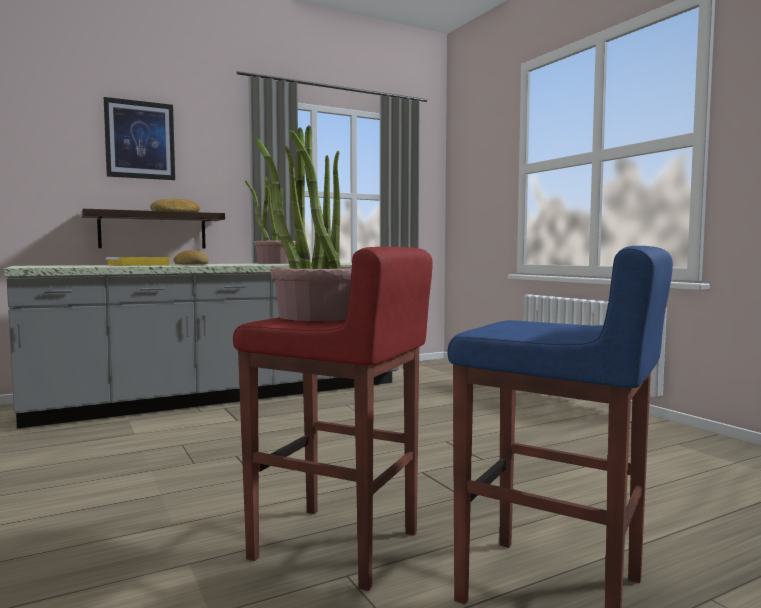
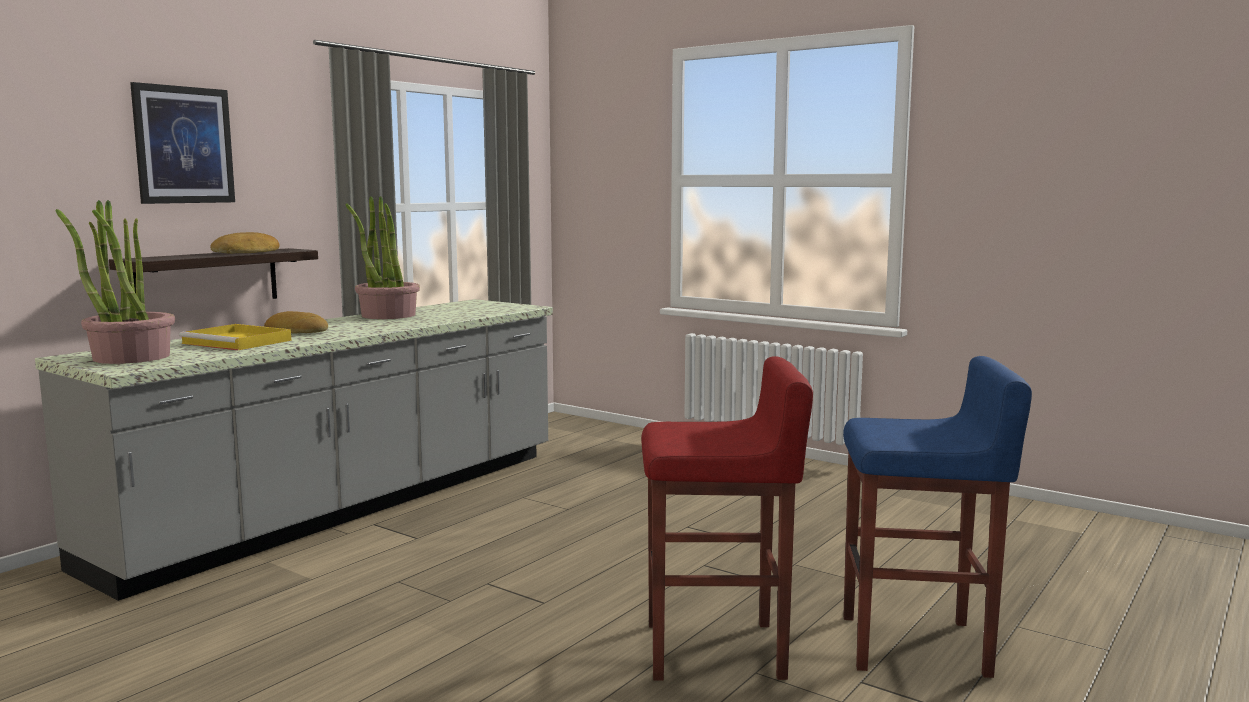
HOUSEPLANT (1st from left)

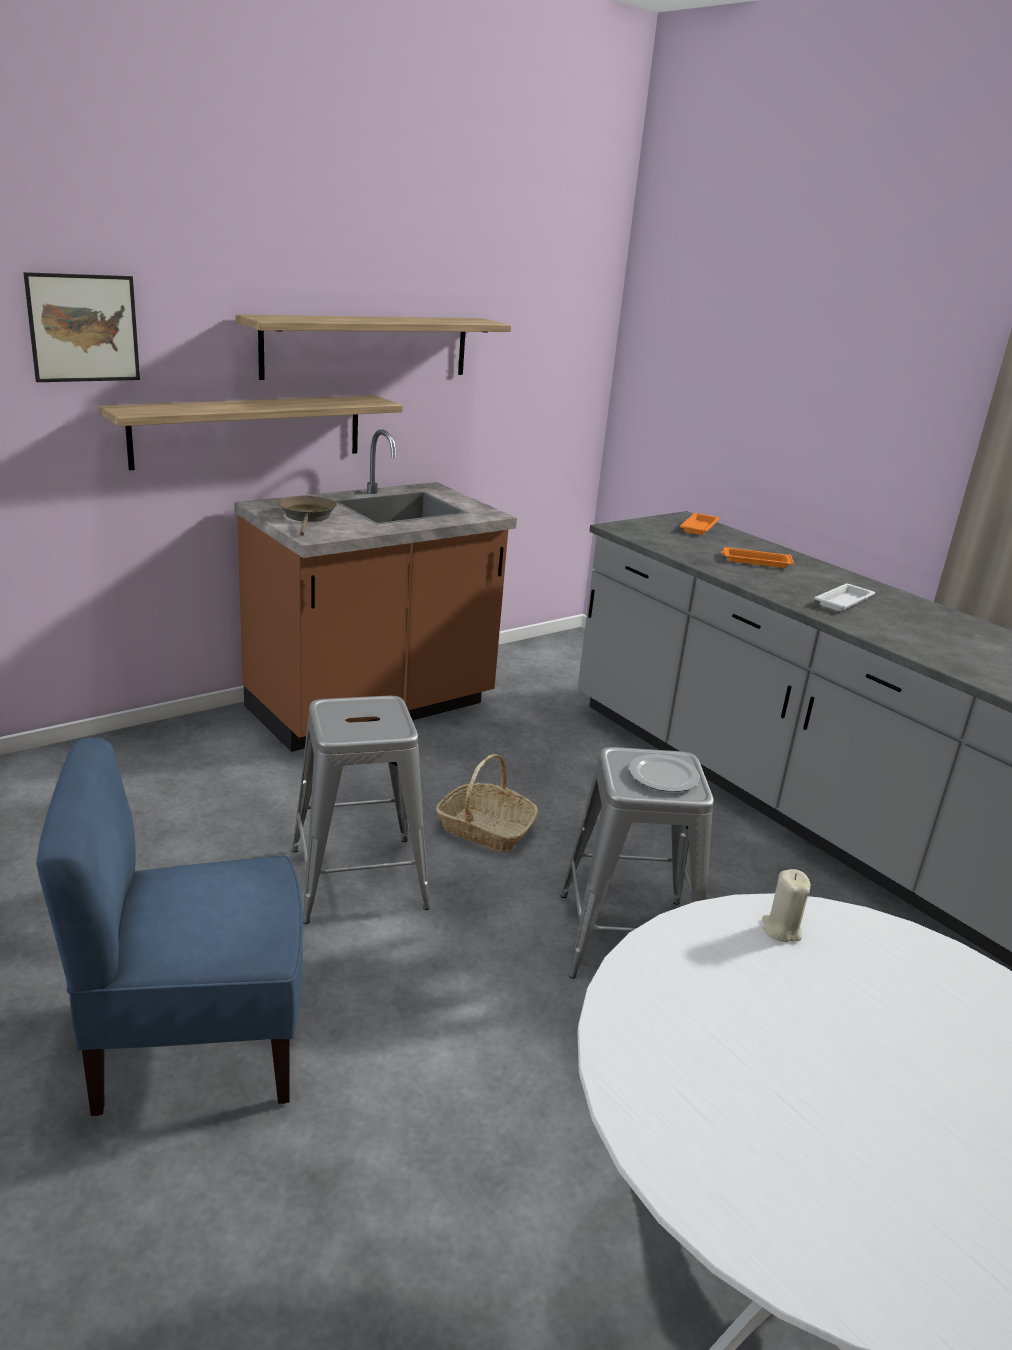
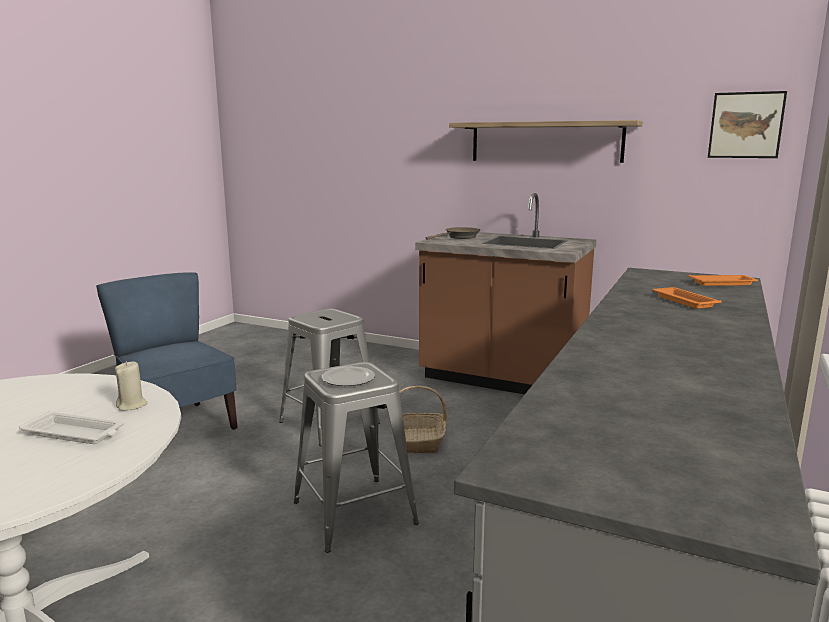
BRACKET SHELF (1st from left in the first image)
PICTURE
WHITE CARRYING TRAY

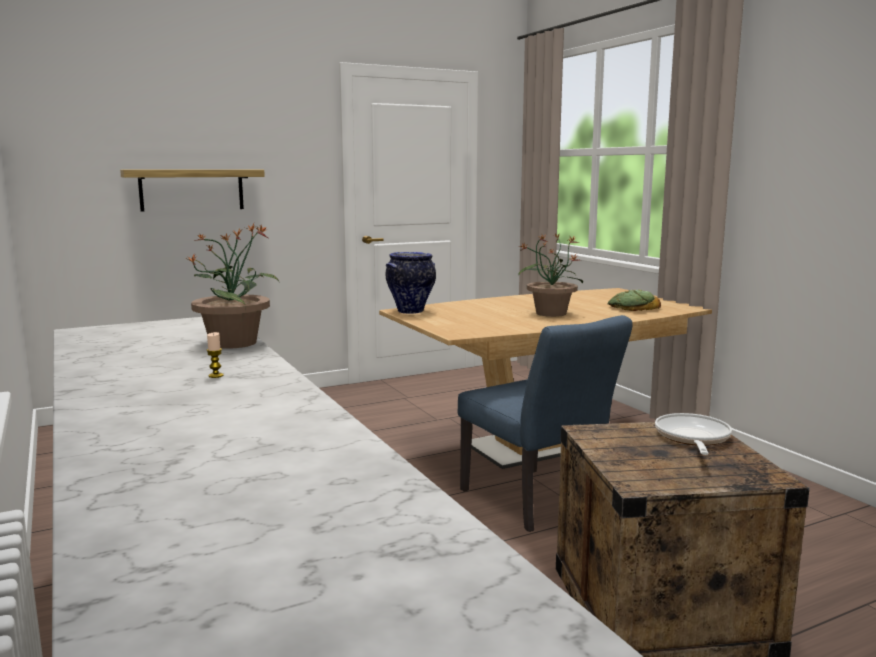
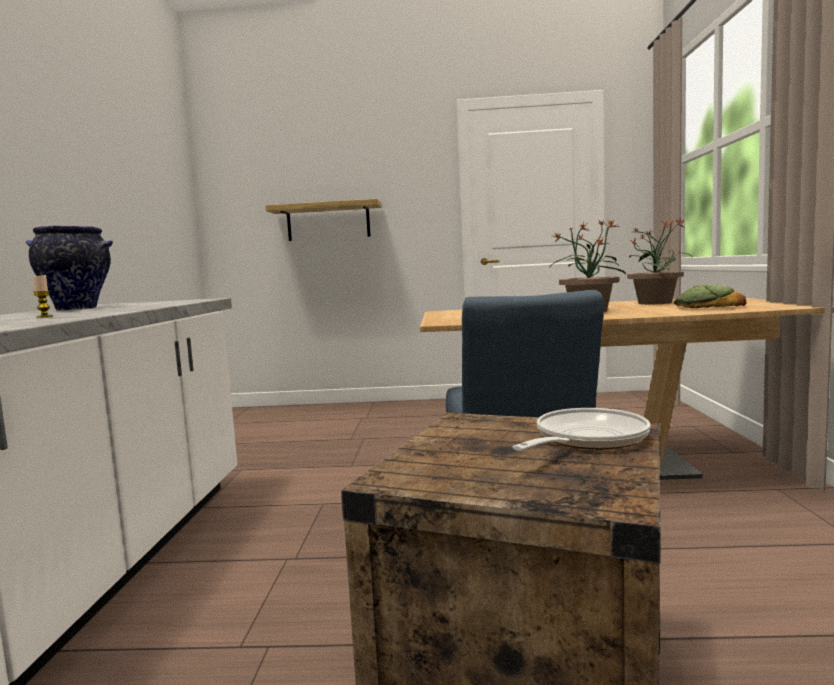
HOUSEPLANT (2nd from left)
VASE

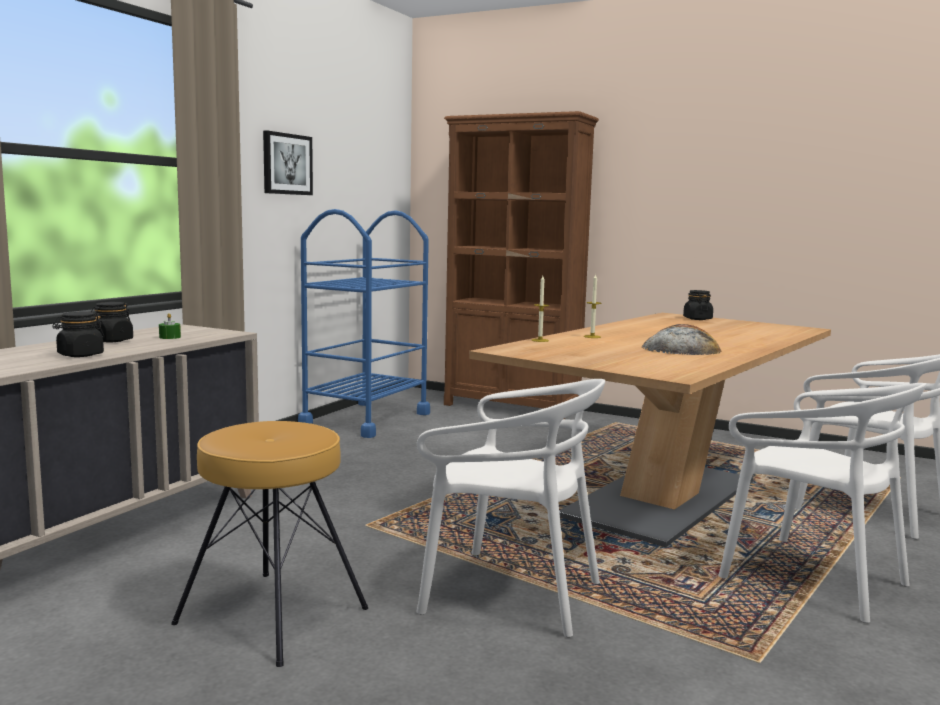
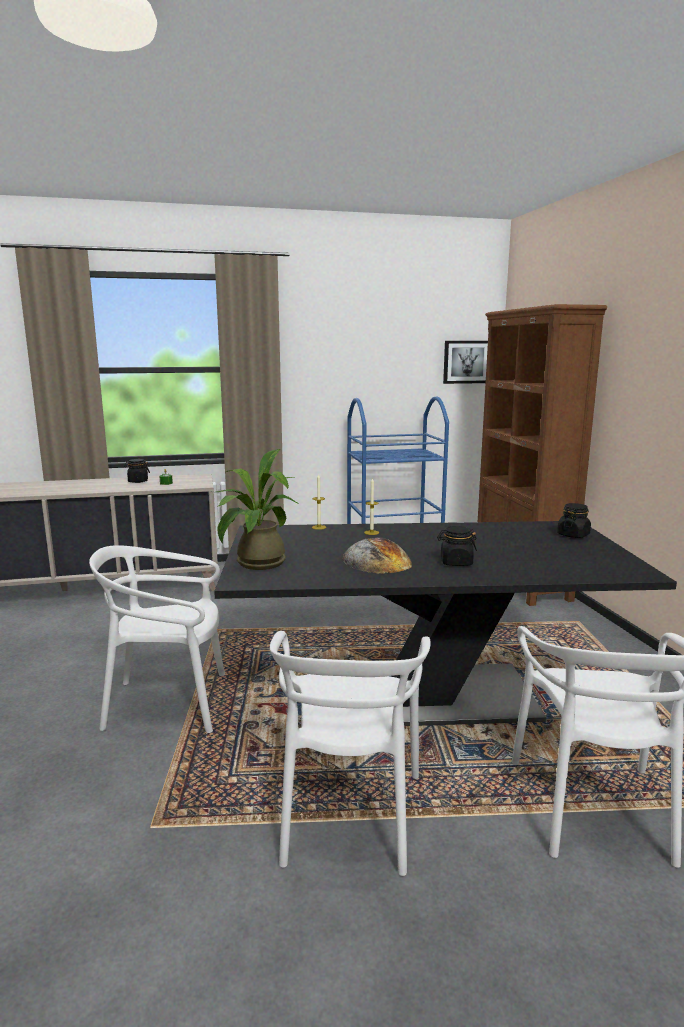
BROWN STOOL
HOUSEPLANT
BLACK JAR (2nd from left)
PICTURE
BLACK DINNER TABLE
WHITE CHAIR (1st from left)

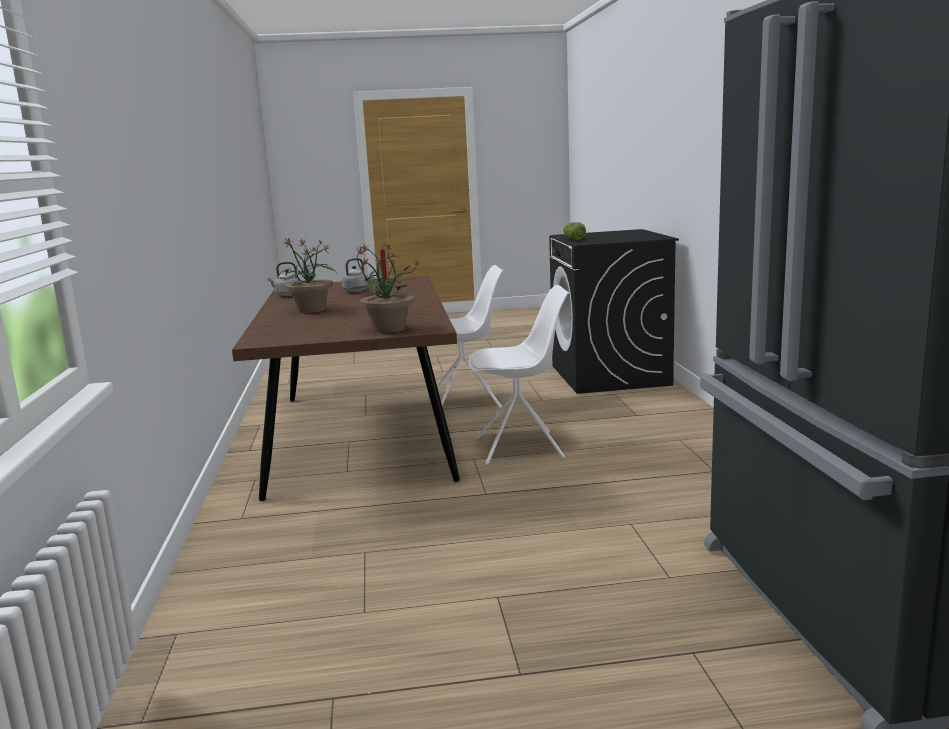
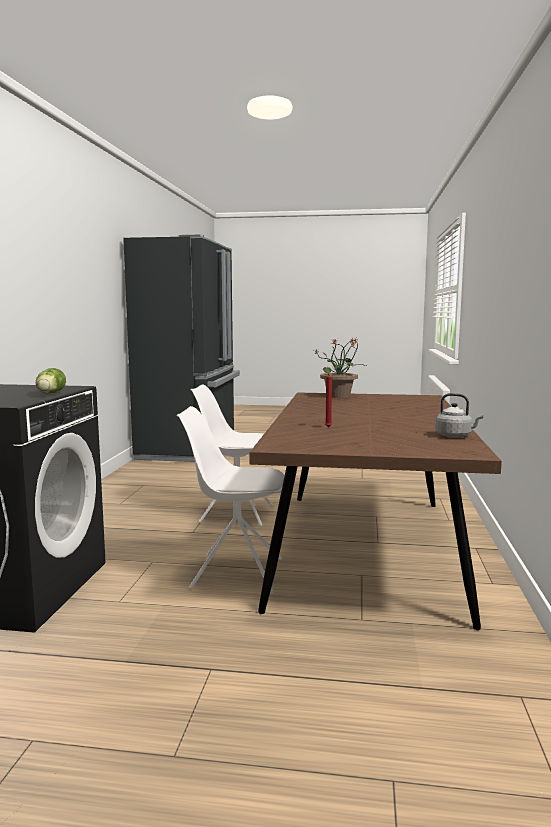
HOUSEPLANT (1st from left in the first image)
GREY KETTLE (2nd from left in the first image)

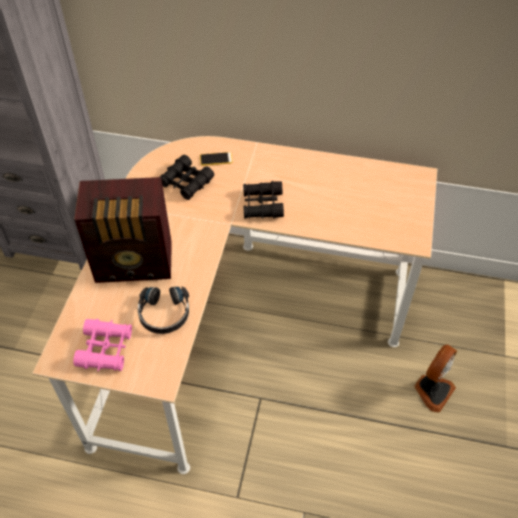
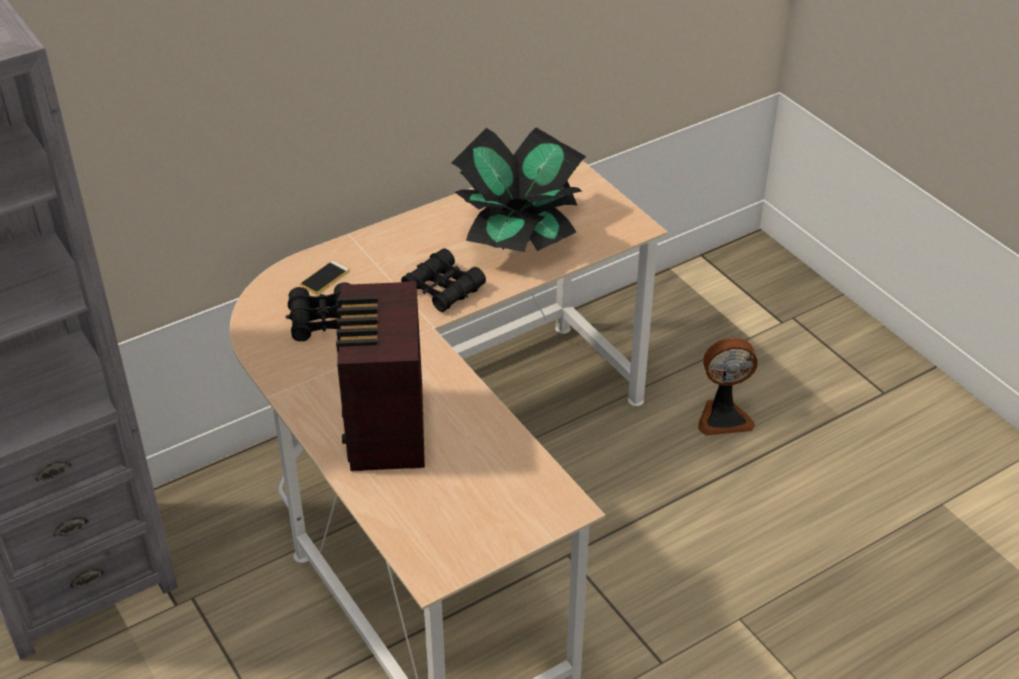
PINK BINOCULARS
BLACK HEADPHONES
HOUSEPLANT
RADIO RECEIVER
ELECTRIC FAN

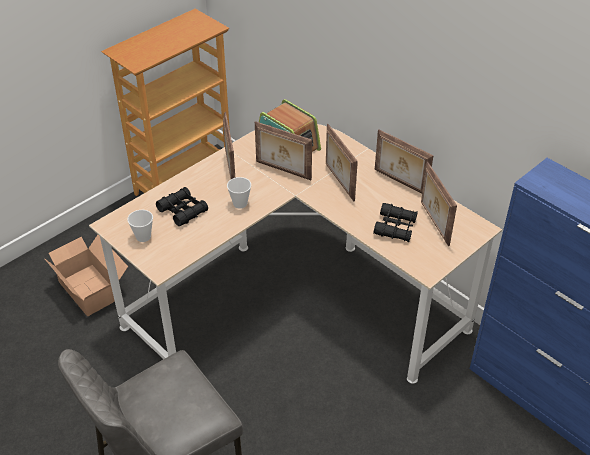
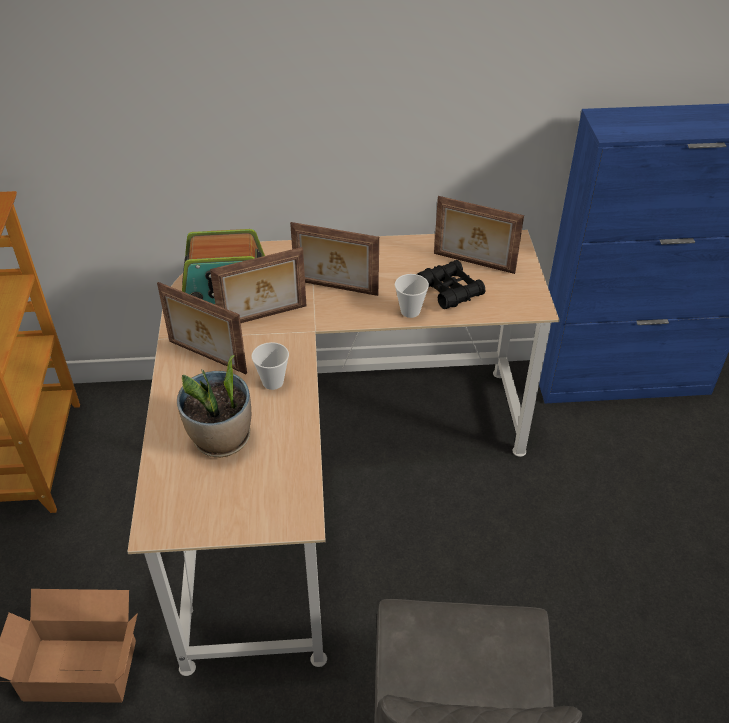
PICTURE FRAME (4th from left in the first image)
CUP (2nd from left)
HOUSEPLANT

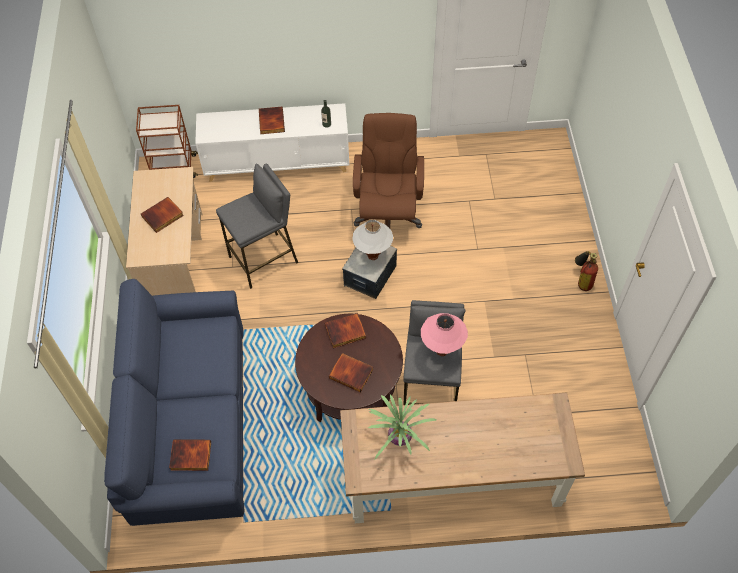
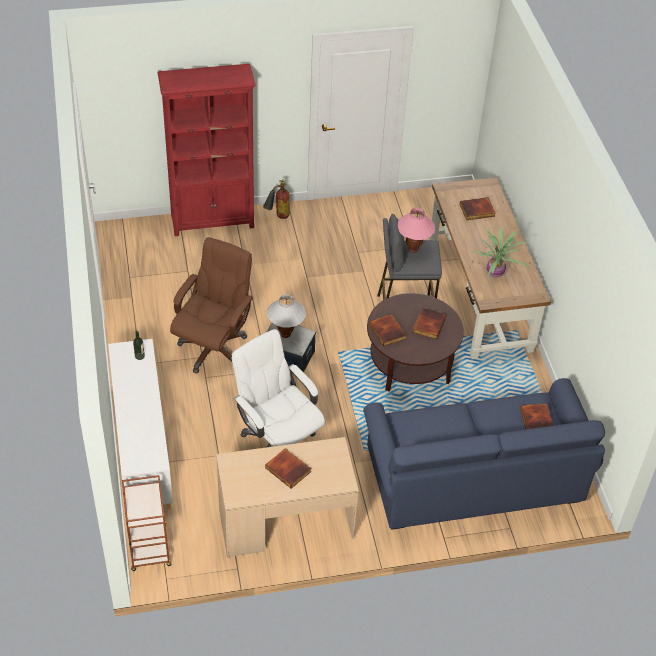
REDDISH SHELVING UNIT
BOOK (4th from left)
WHITE DESK CHAIR
BROWN DESK CHAIR

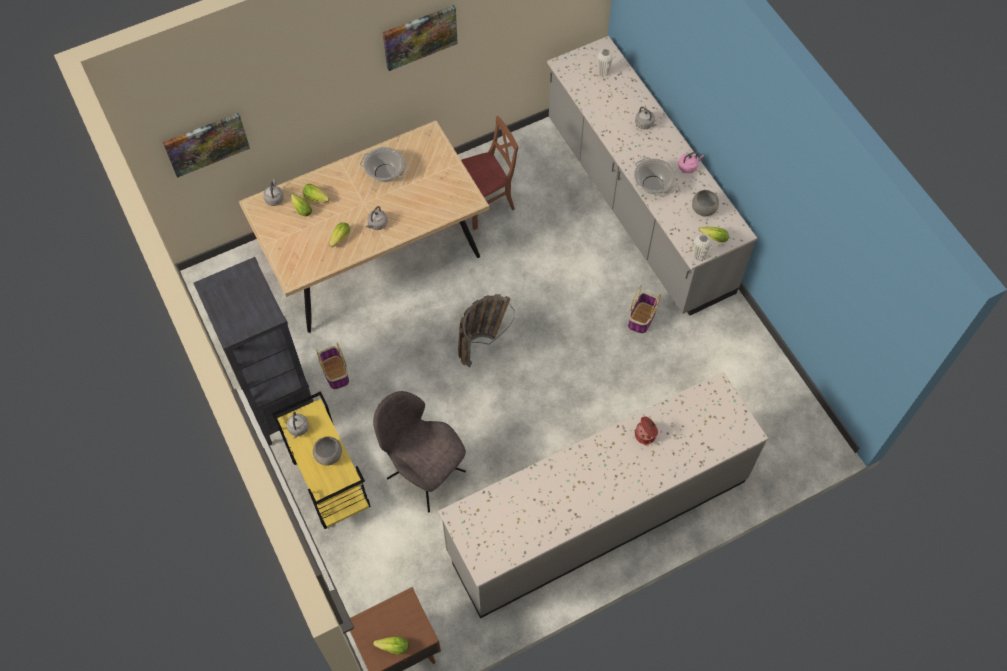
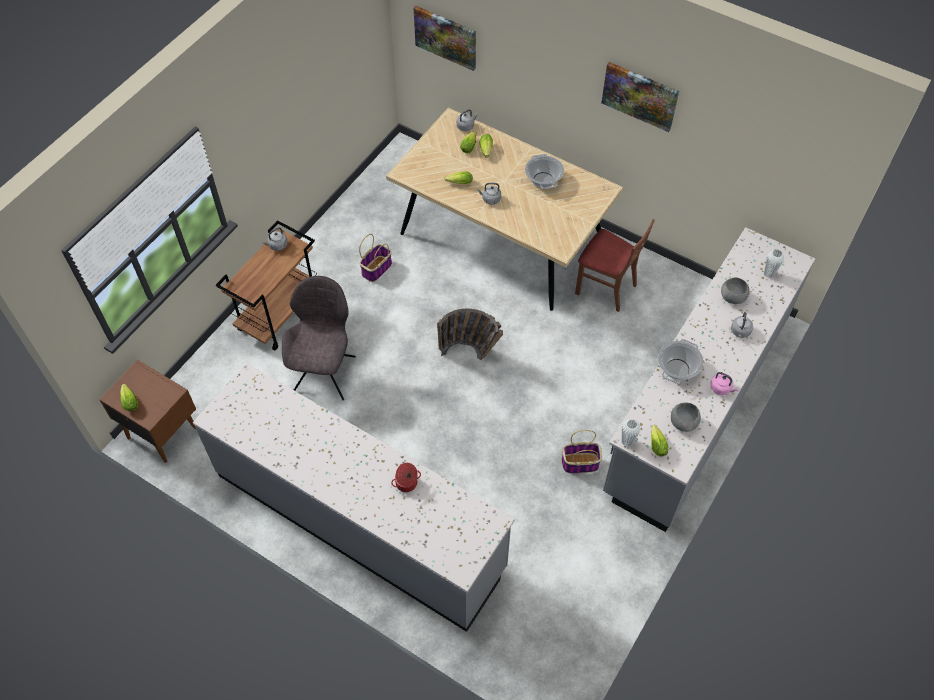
BLACK SHELVING UNIT
GREY DEEP DISH (2nd from left)
BROWN WHEELED CART

